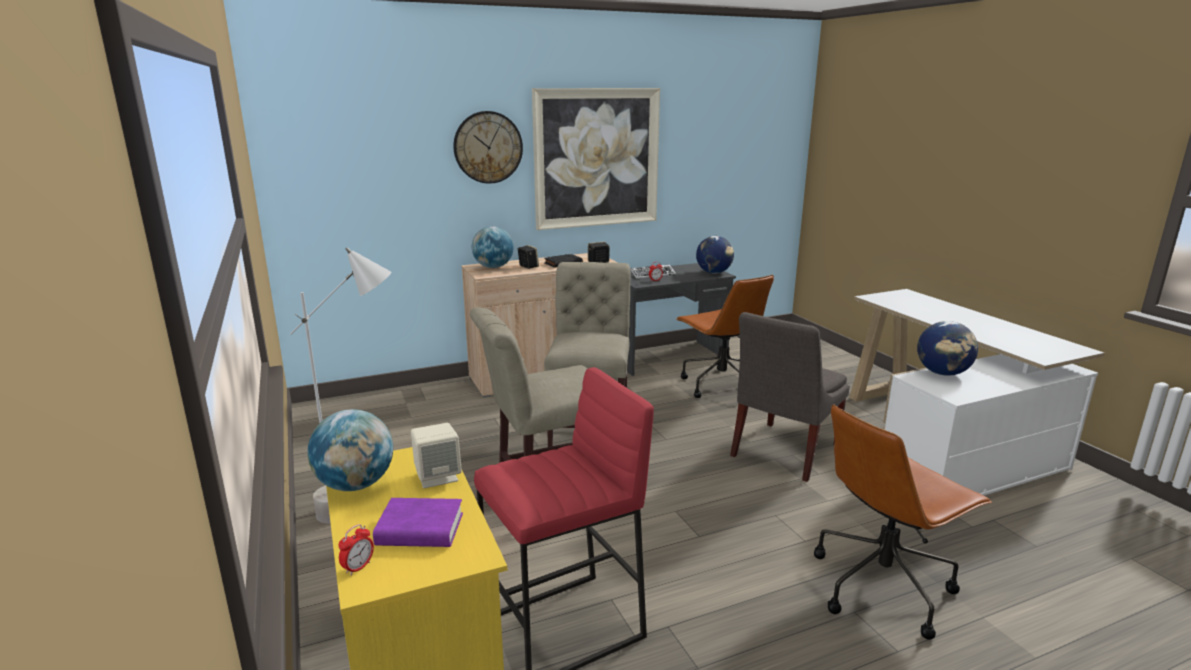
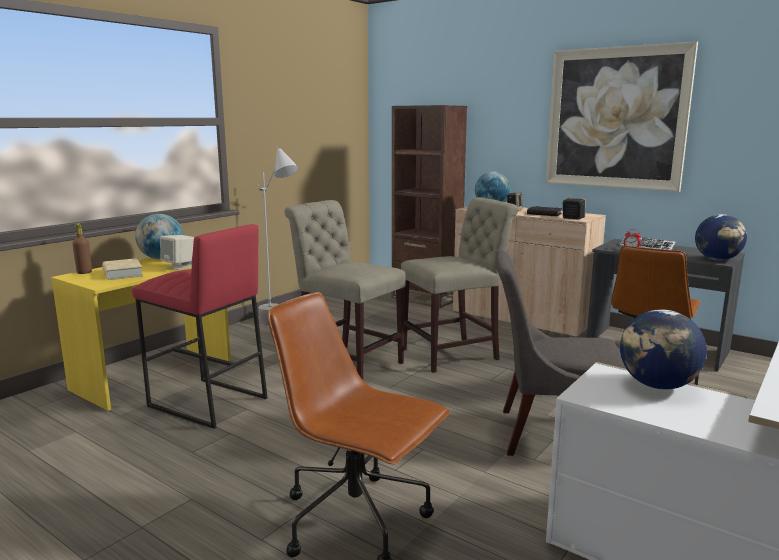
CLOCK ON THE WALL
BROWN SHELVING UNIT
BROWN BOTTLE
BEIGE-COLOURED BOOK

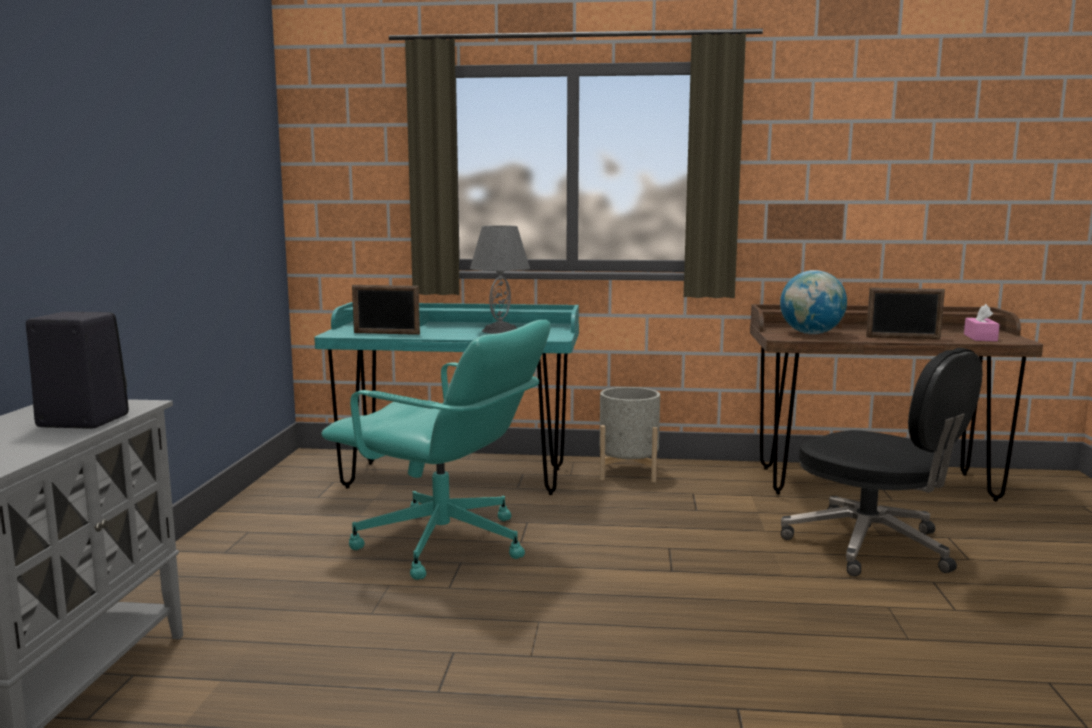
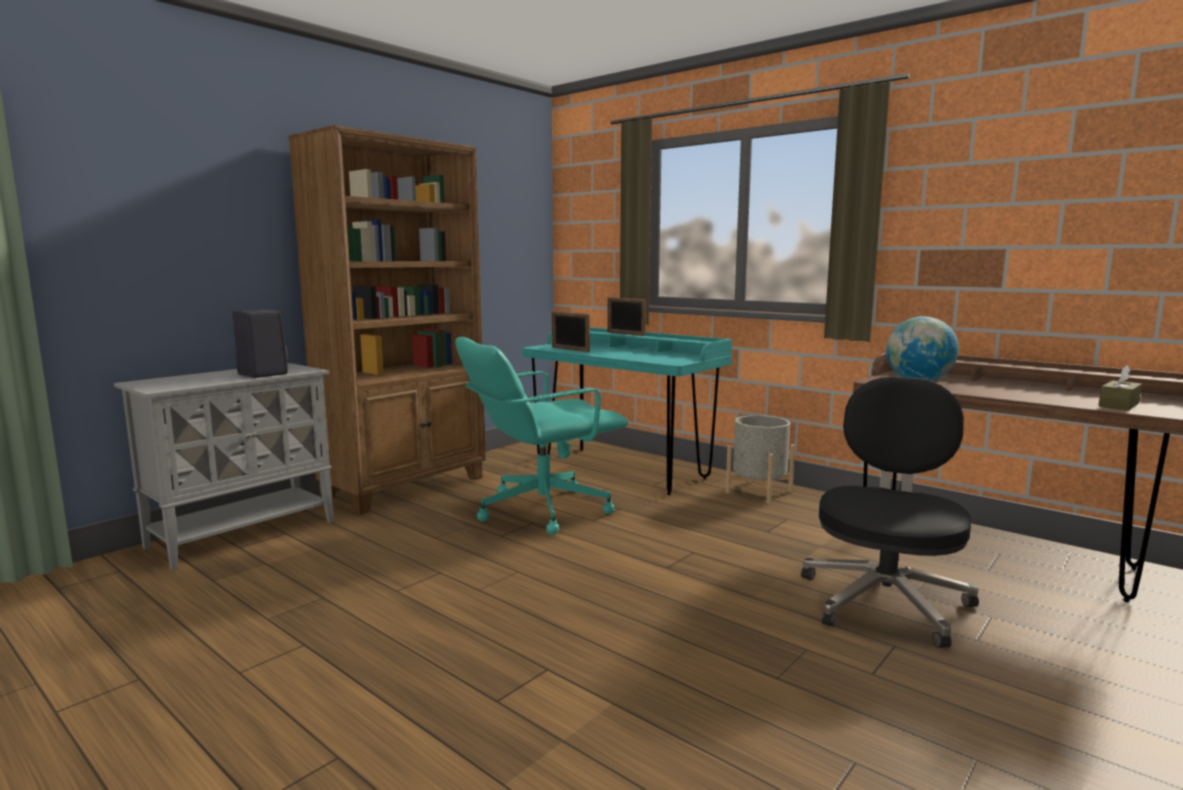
GREY TABLE LAMP
BROWN SHELVING UNIT
PICTURE FRAME (2nd from left)
BROWN TISSUE HOLDER
BLUE-GREEN DESK CHAIR
BLACK DESK CHAIR

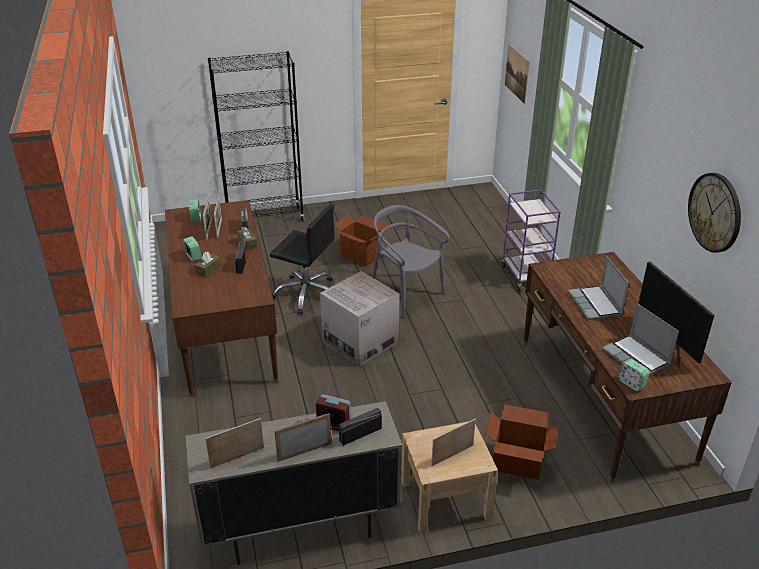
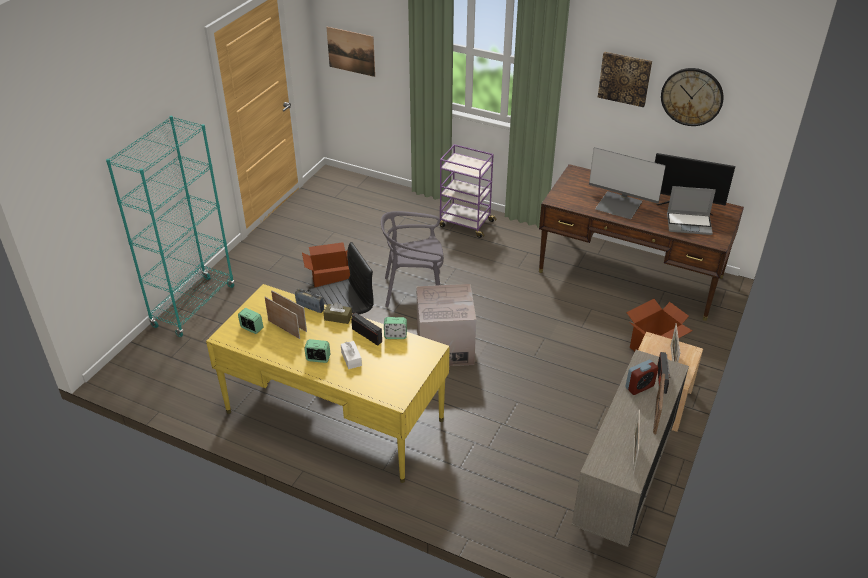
PICTURE (2nd from left)
TABLE CLOCK (3rd from left)
MONITOR (1st from left)
YELLOW DESK
WHITE TISSUE HOLDER
BLUE-GREEN SHELVING UNIT

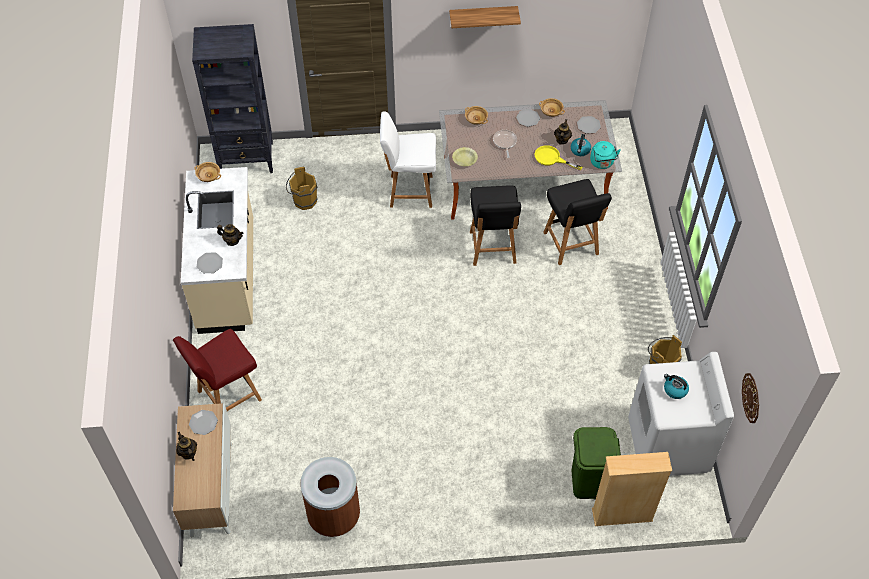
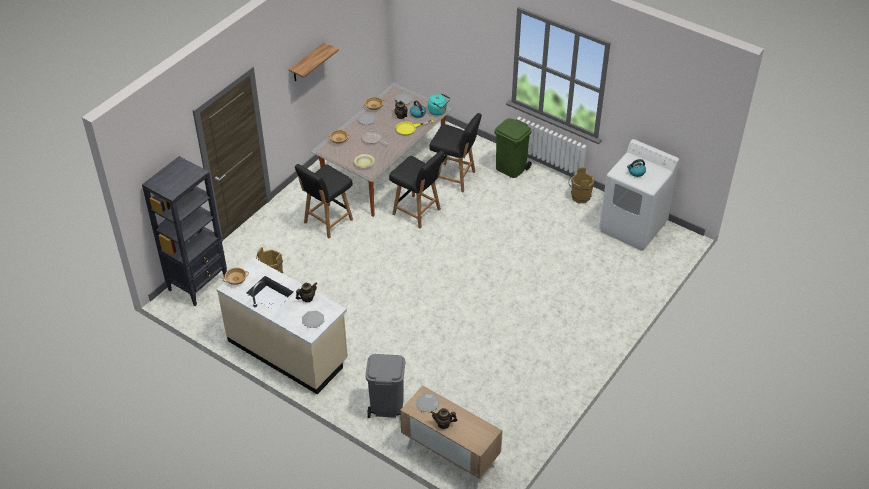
BROWN RUBBISH BIN
BEIGE-COLOURED SHELVING UNIT
CLOCK ON THE WALL
GREEN RUBBISH BIN
GREY RUBBISH BIN
BLACK CHAIR (1st from left)

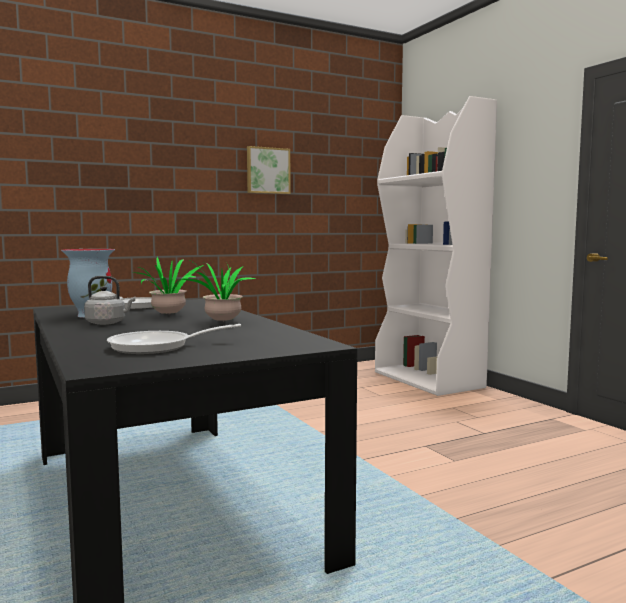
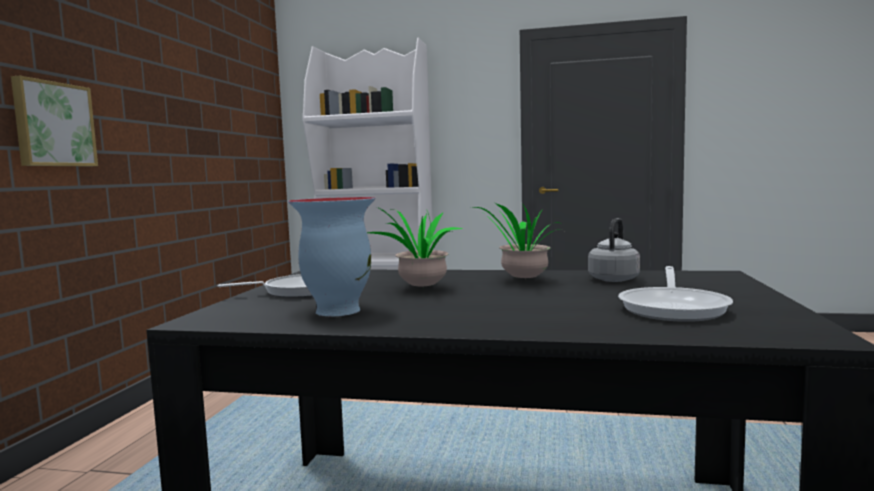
GREY KETTLE
PICTURE

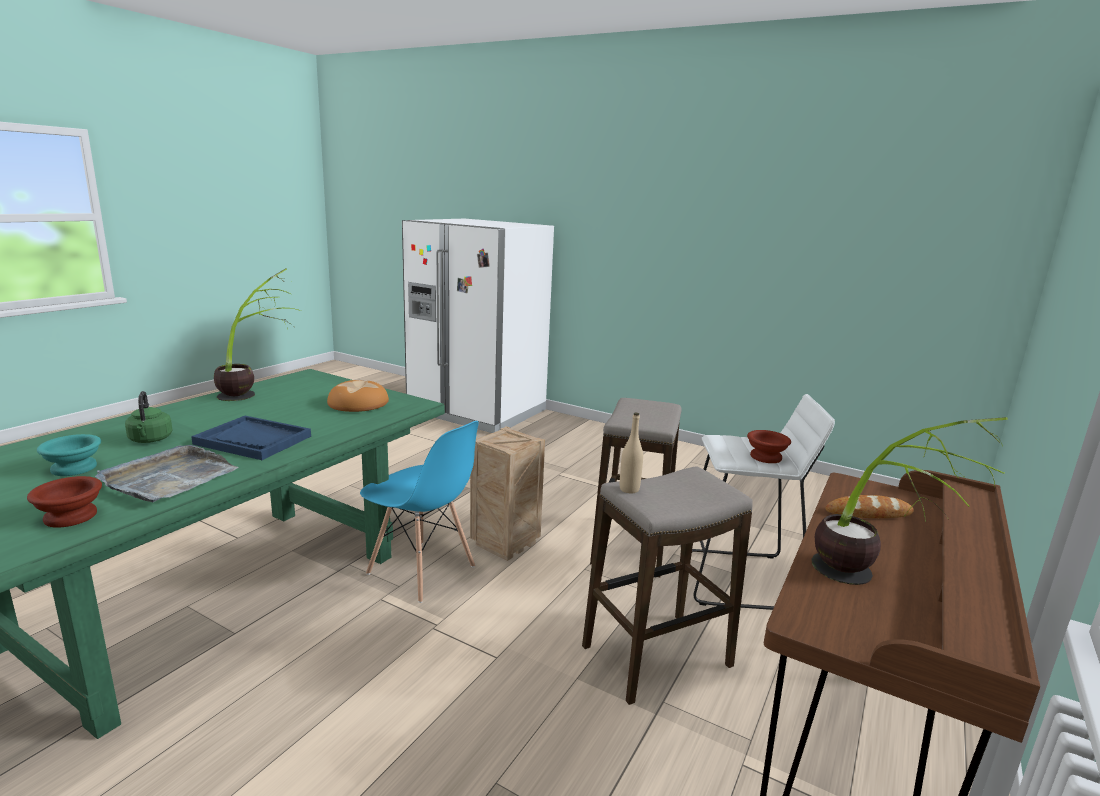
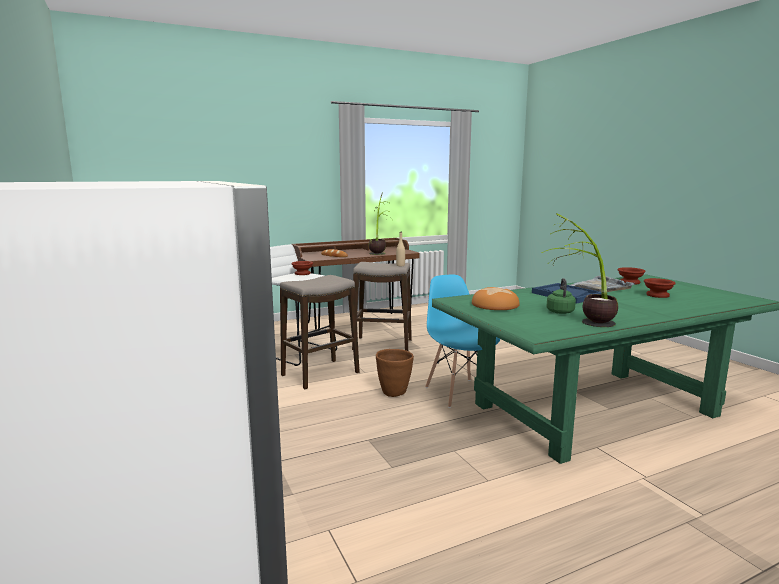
GREEN KETTLE
BROWN PLANTER
BROWN DEEP DISH (3rd from left)

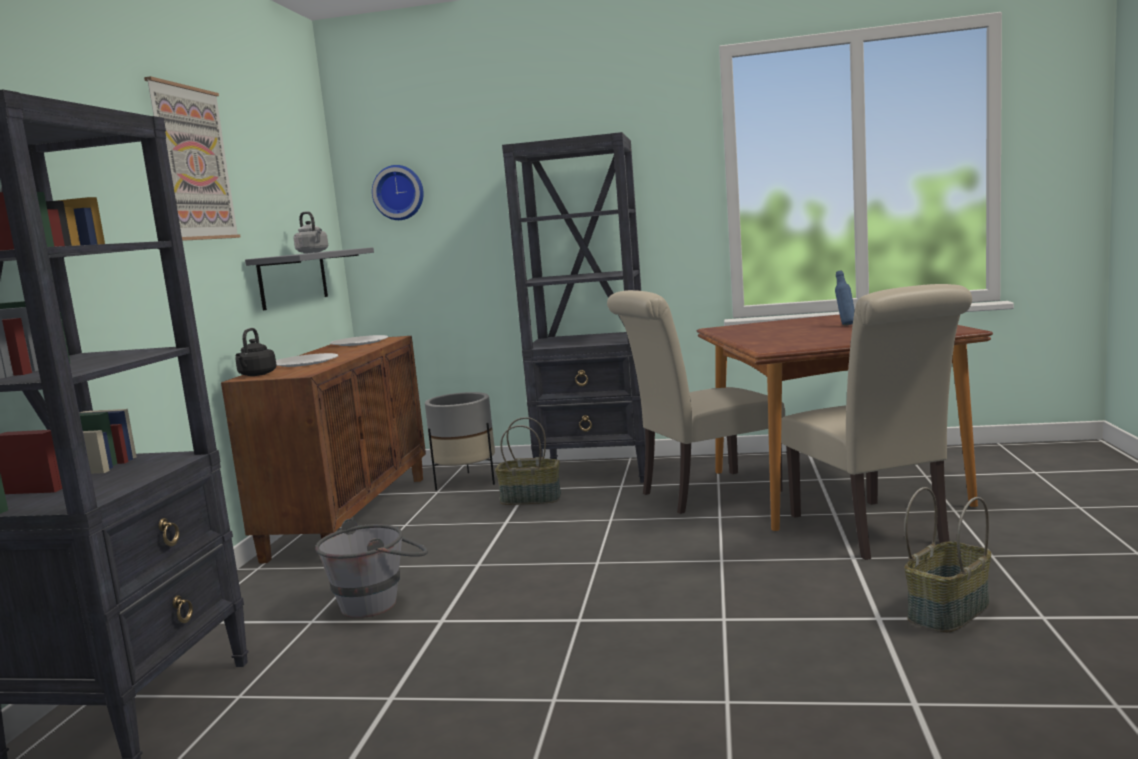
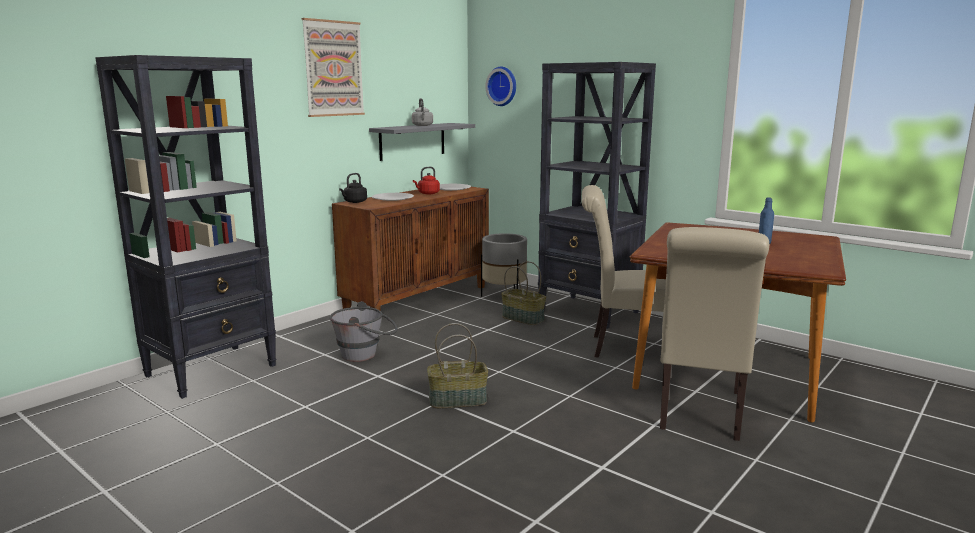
REDDISH KETTLE
STORAGE BASKET (1st from left)

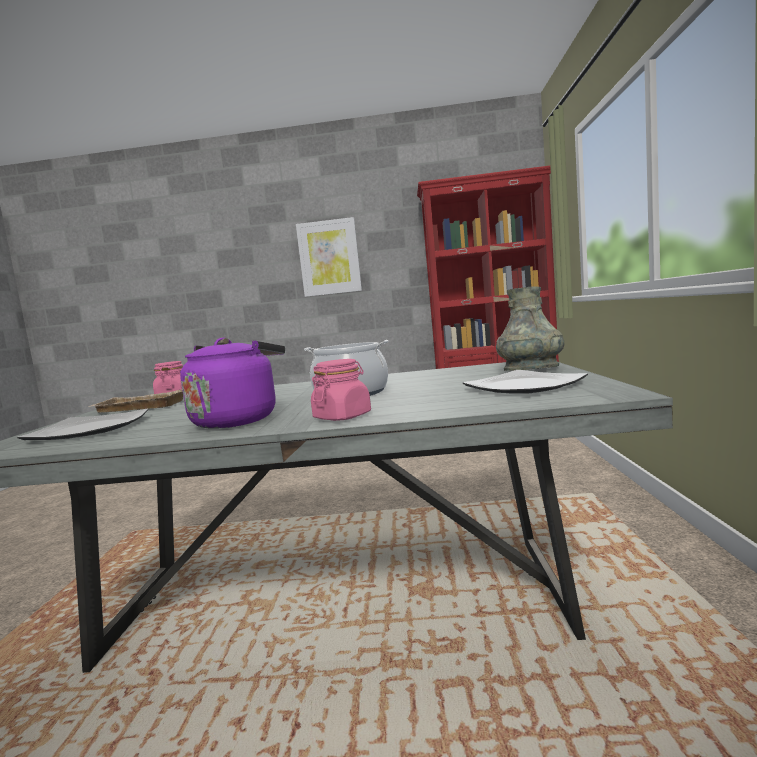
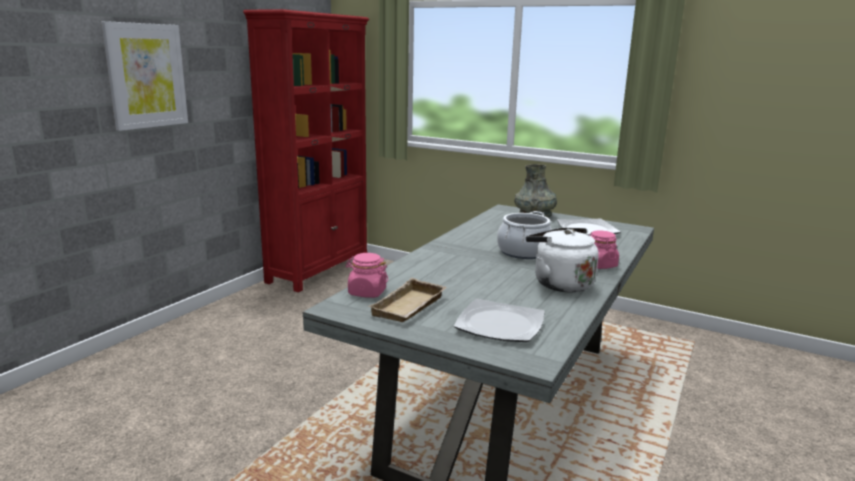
WHITE KETTLE

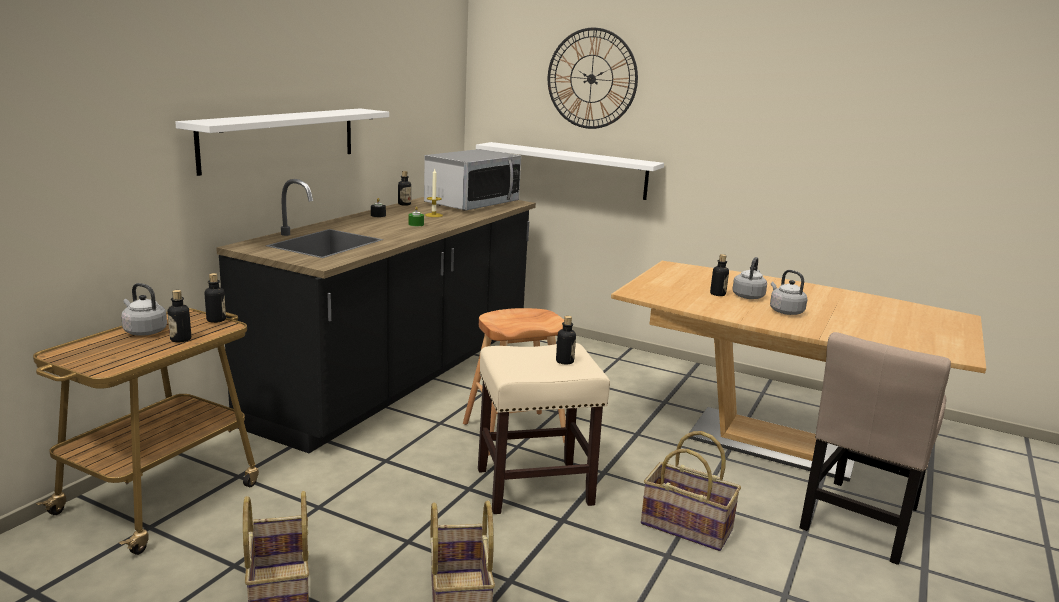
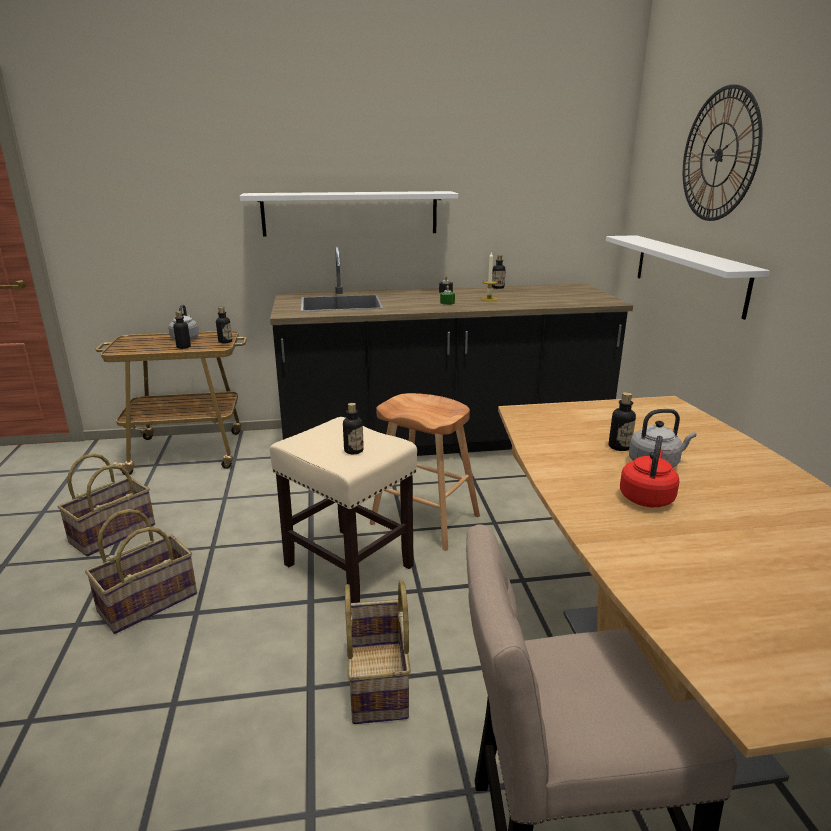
KITCHEN MICROWAVE
REDDISH KETTLE

